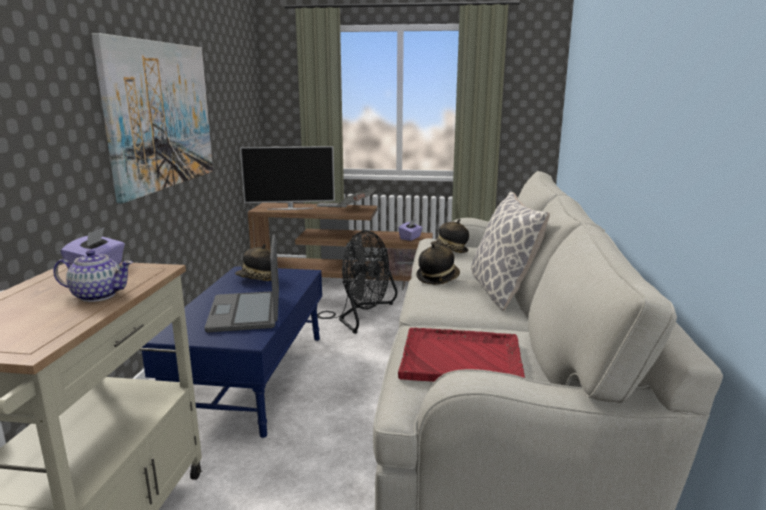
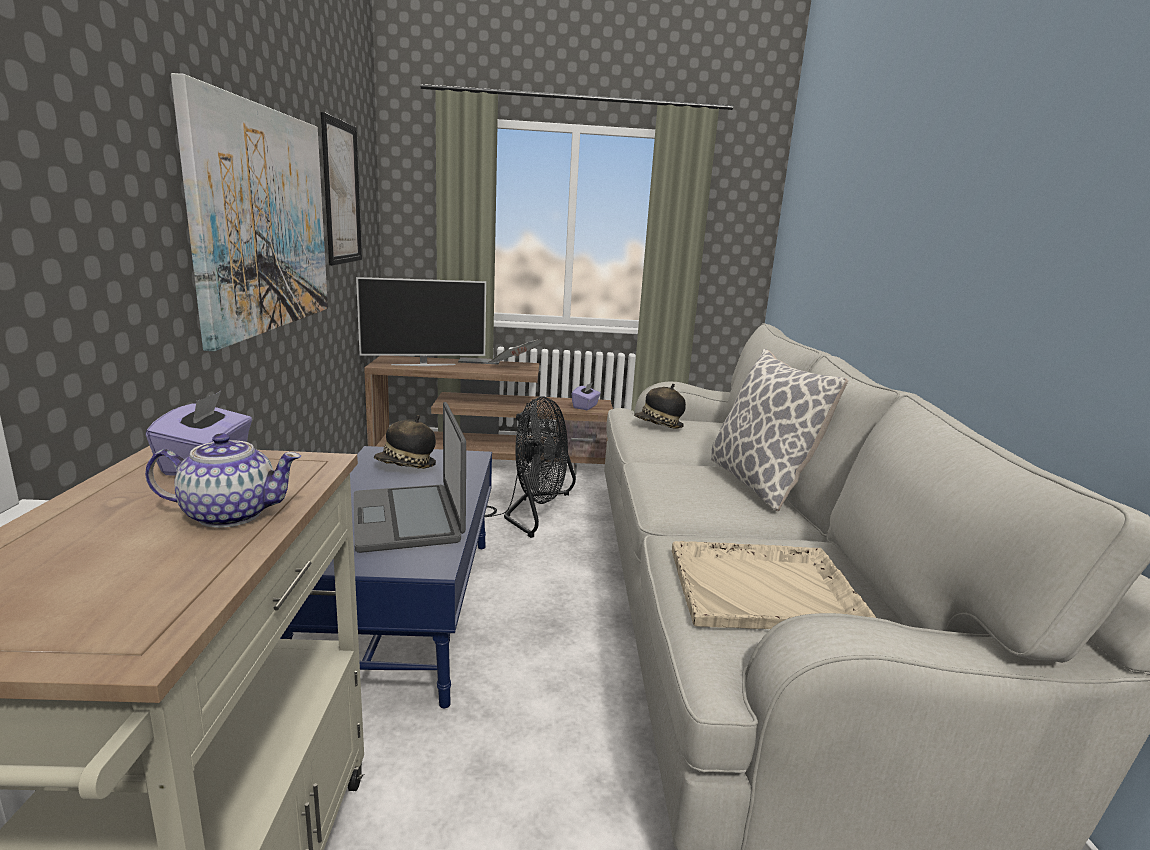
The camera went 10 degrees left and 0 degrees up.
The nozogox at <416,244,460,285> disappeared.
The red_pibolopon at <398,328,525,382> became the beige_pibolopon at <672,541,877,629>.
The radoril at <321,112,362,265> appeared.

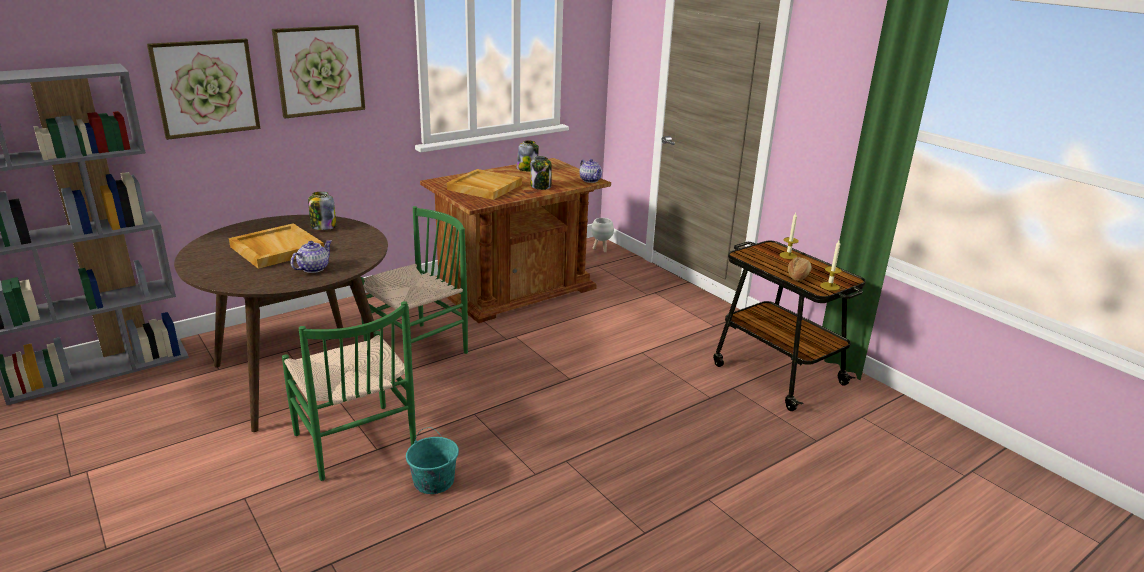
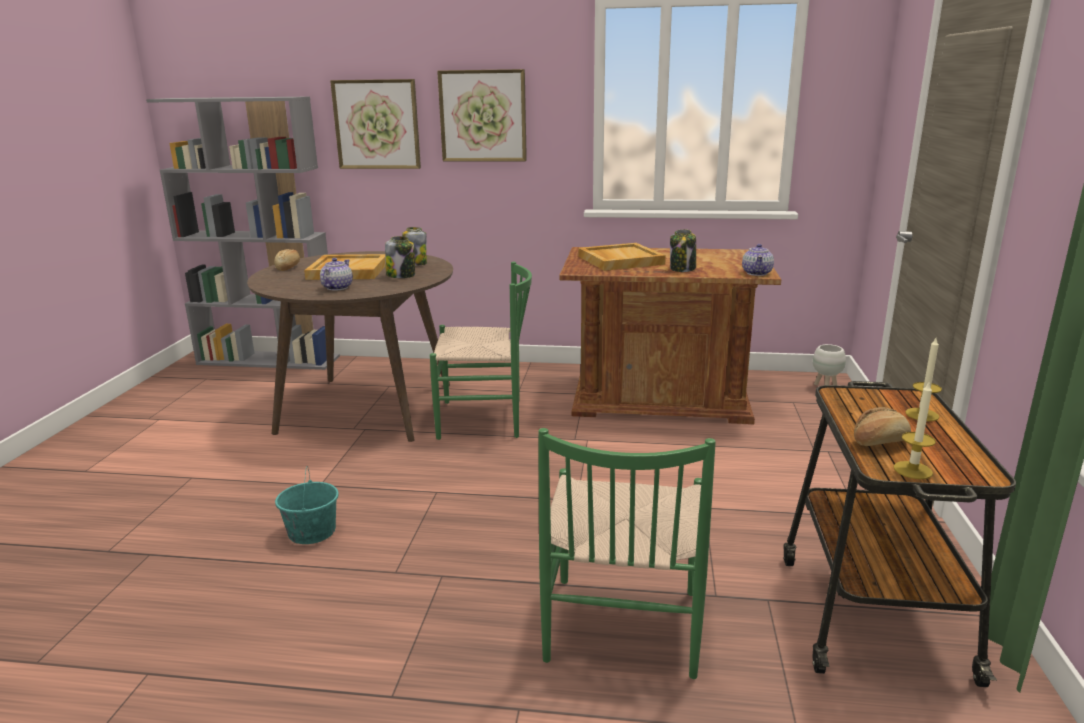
The camera went 45 degrees right and 5 degrees down.
The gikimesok moved from <516,140,539,171> to <385,236,415,278>.
The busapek at <291,240,332,273> turned 60 degrees counterclockwise.
The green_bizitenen moved from <282,301,416,481> to <539,428,716,679>.
The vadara at <274,249,300,271> appeared.

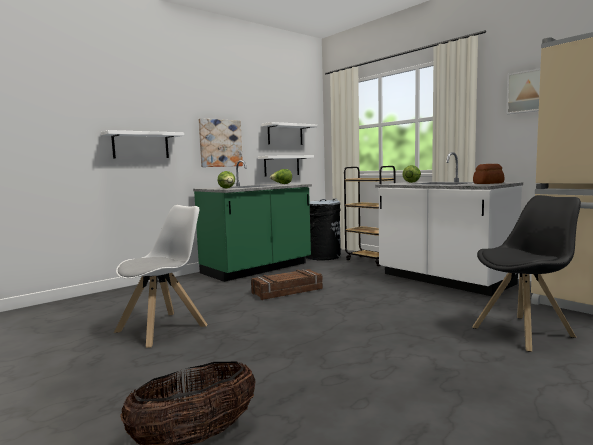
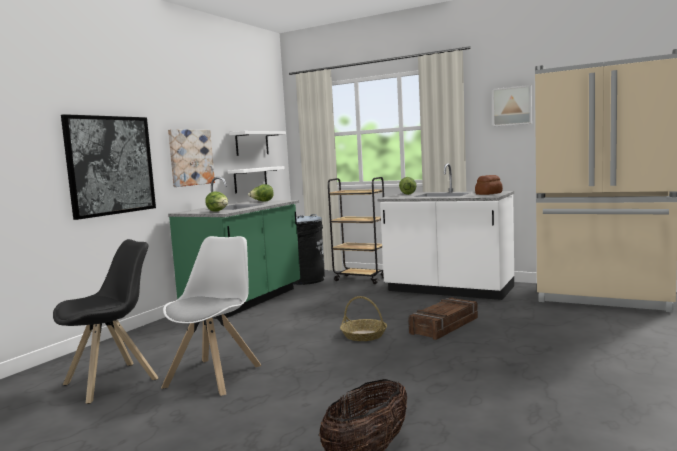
The camera went 20 degrees left and 0 degrees up.
The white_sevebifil at <101,130,184,159> was replaced by the radoril at <61,114,156,220>.
The black_bizitenen moved from <473,195,581,352> to <53,239,159,404>.
The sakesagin moved from <251,269,323,300> to <408,297,478,340>.
The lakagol at <340,296,387,341> appeared.

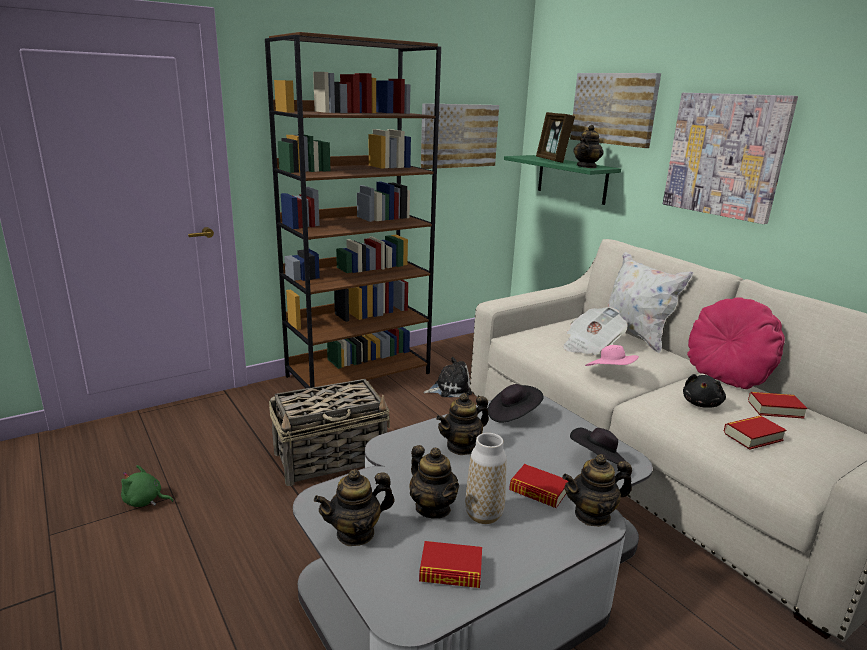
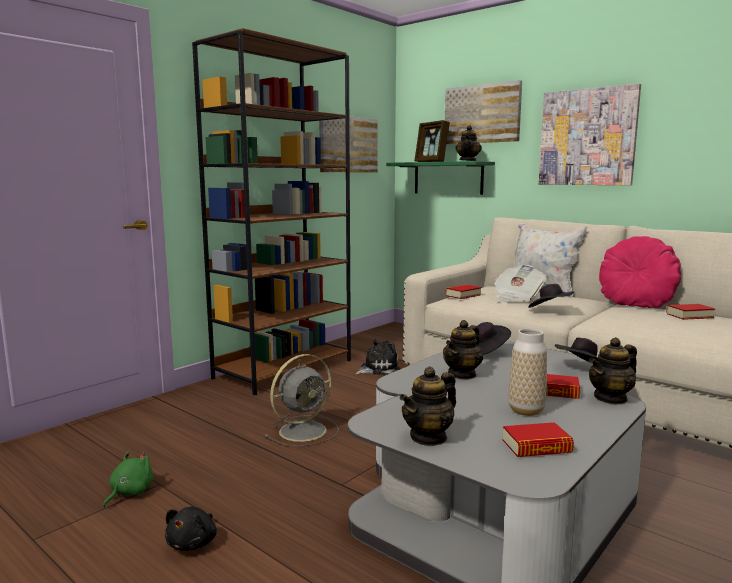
The camera went 15 degrees left and 10 degrees down.
The pink_nozogox at <585,345,639,366> became the black_nozogox at <528,284,574,308>.
The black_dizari moved from <683,374,726,408> to <165,507,217,551>.
The lakagol at <269,379,390,486> was replaced by the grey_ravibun at <264,354,339,446>.
The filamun moved from <724,415,786,450> to <446,285,482,299>.
The busapek at <409,445,459,519> disappeared.
The green_dizari at <121,465,174,507> turned 120 degrees clockwise.

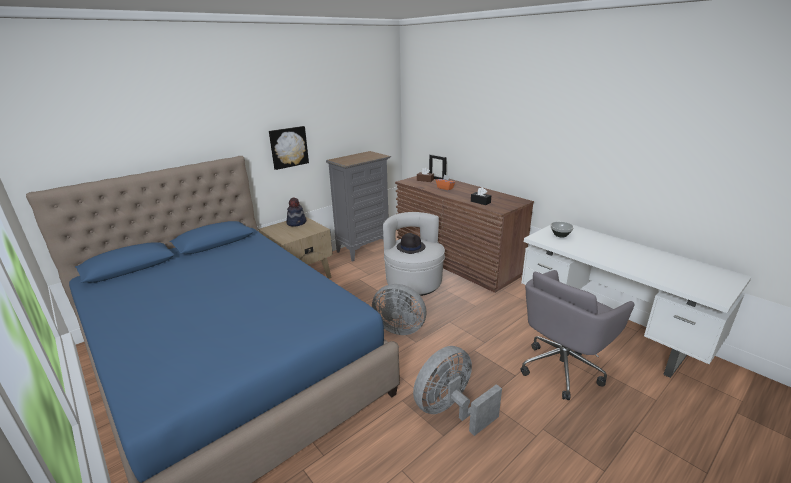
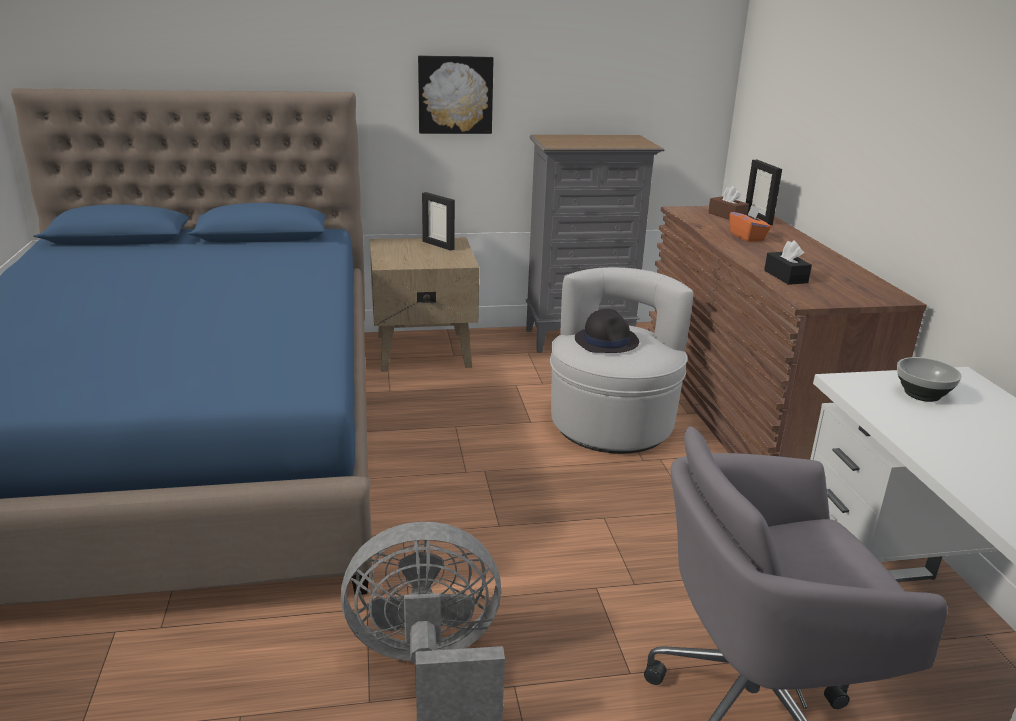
The camera went 30 degrees right and 0 degrees up.
The nozogox at <287,197,306,227> was replaced by the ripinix at <422,192,455,251>.
The grey_ravibun at <372,284,427,335> disappeared.

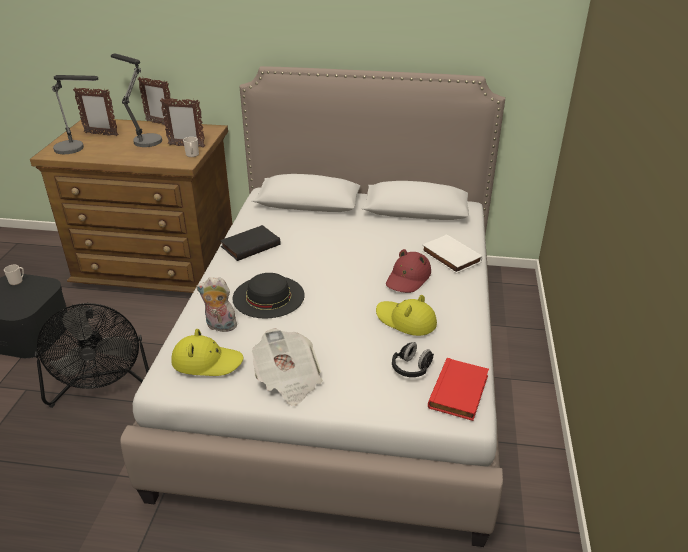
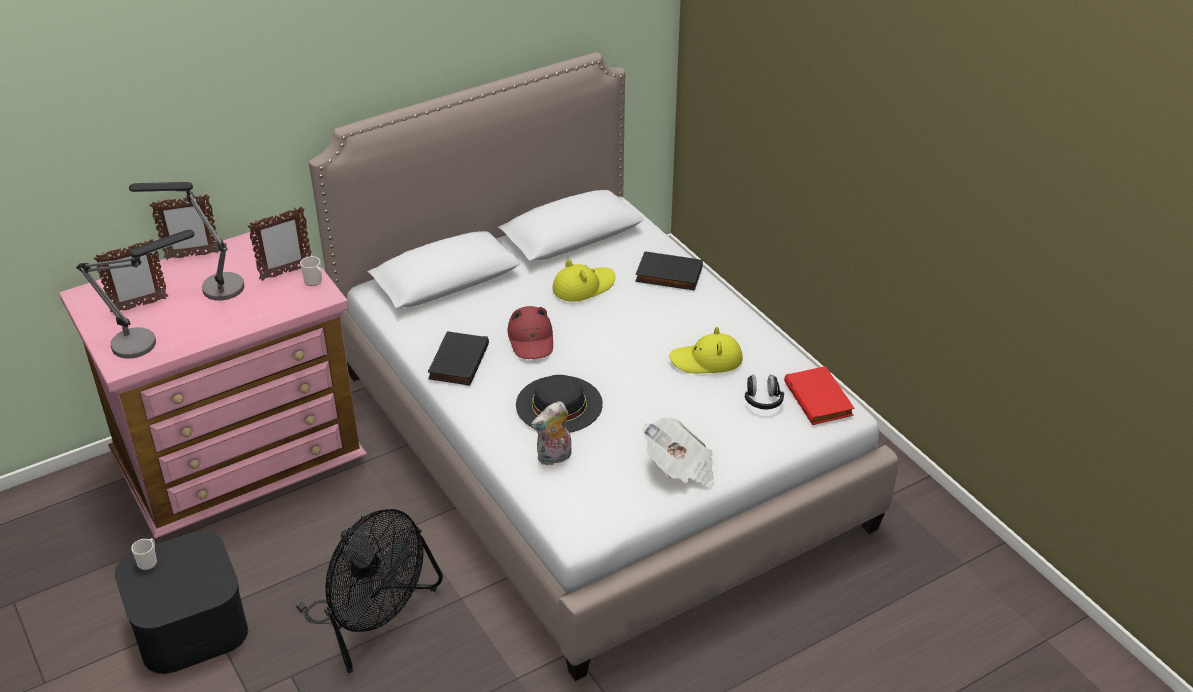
The camera went 40 degrees left and 5 degrees up.
The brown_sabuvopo at <30,119,232,293> became the pink_sabuvopo at <59,232,367,539>.
The white_filamun at <422,234,482,274> became the black_filamun at <635,251,703,291>.
The red_nozogox moved from <386,249,431,293> to <507,306,553,359>.
The yellow_nozogox moved from <171,329,244,376> to <552,260,615,302>.

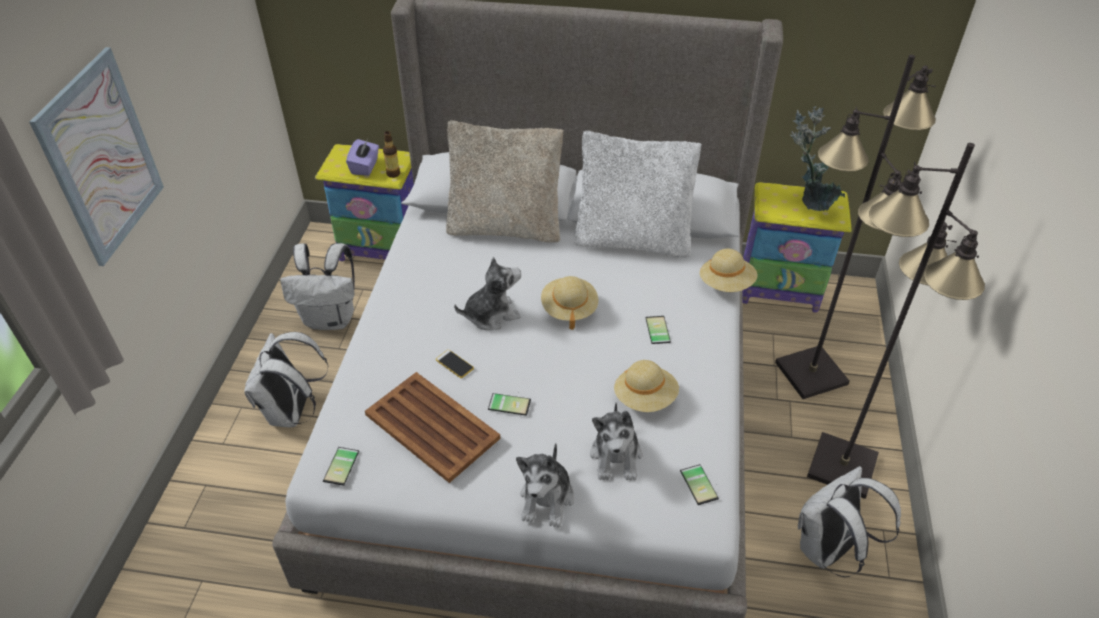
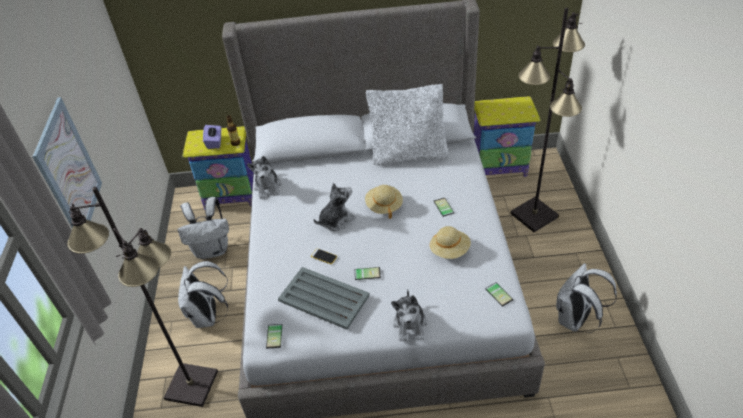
The camera went 10 degrees left and 0 degrees up.
The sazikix at <790,106,845,211> disappeared.
The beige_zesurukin at <446,120,564,243> disappeared.
The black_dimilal moved from <807,143,985,499> to <68,187,218,407>.
The beige_nozogox at <700,248,757,292> disappeared.
The brown_pibolopon at <365,372,501,483> became the grey_pibolopon at <278,267,370,330>.
The dizari moved from <590,402,642,481> to <247,156,282,199>.

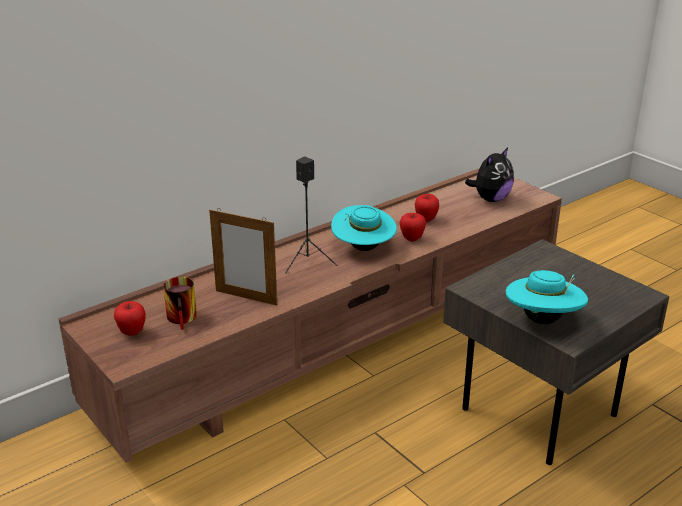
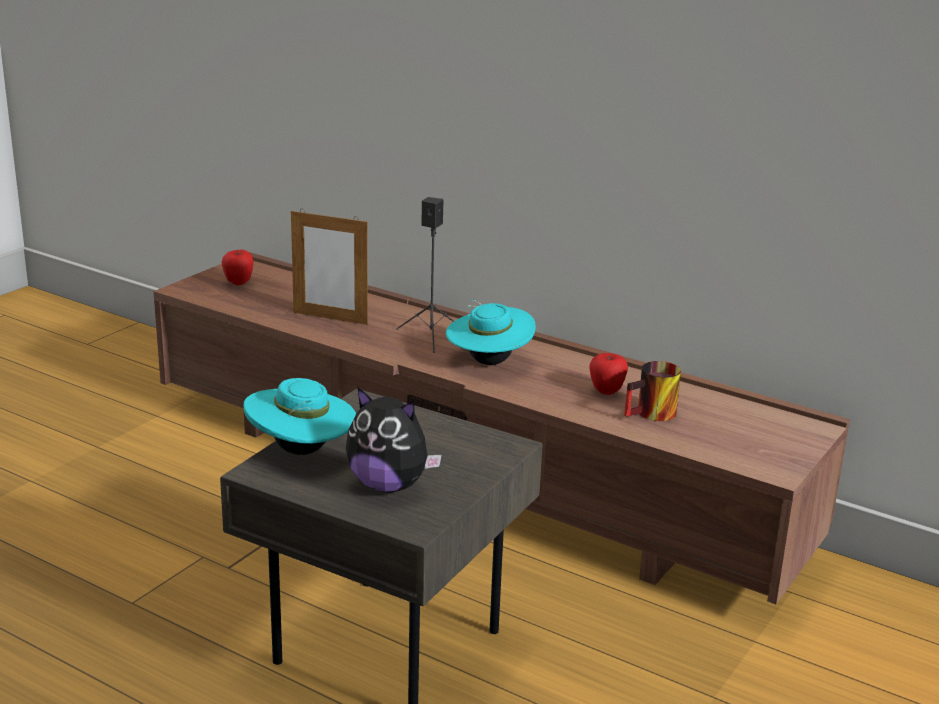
The camera went 70 degrees right and 5 degrees down.
The dizari moved from <465,147,514,202> to <346,387,442,493>.
The ripinix at <209,208,277,305> turned 75 degrees counterclockwise.
The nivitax at <400,213,426,241> disappeared.
The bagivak moved from <163,277,197,330> to <624,361,681,421>.

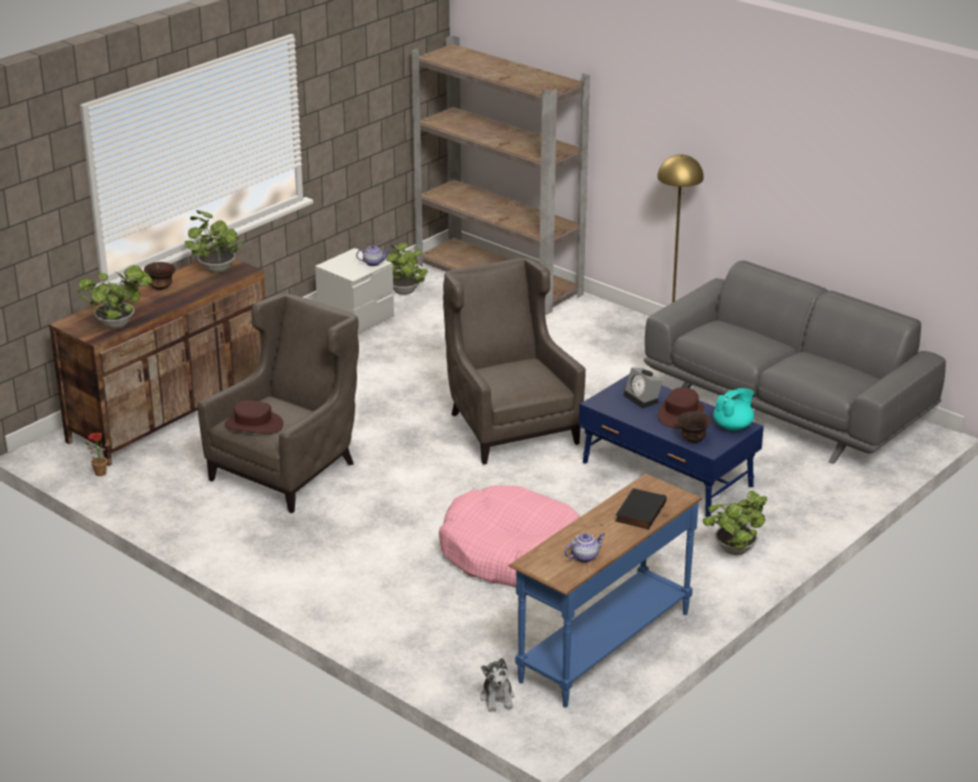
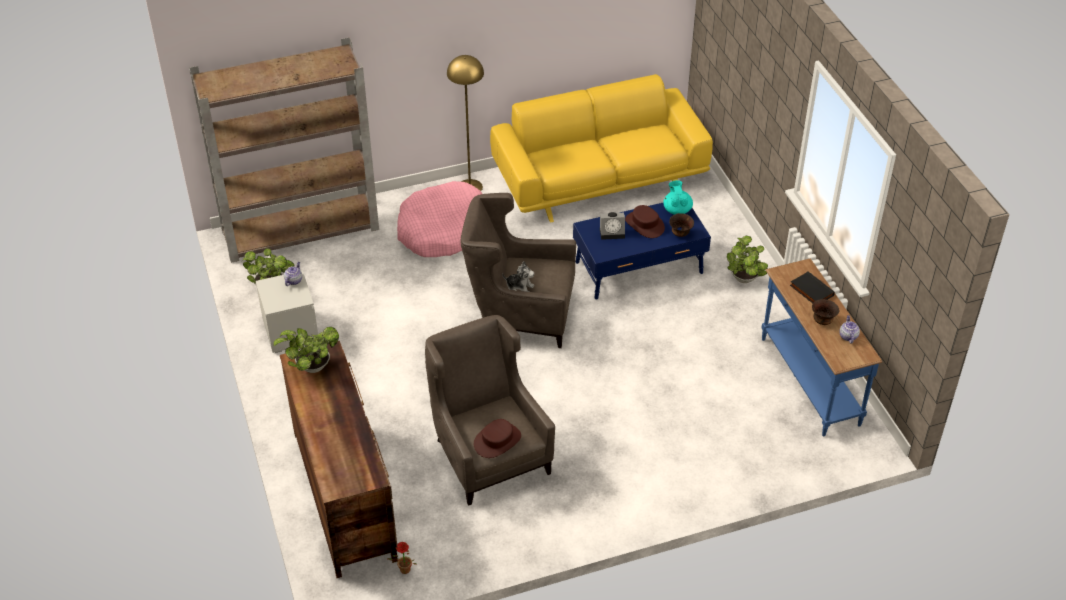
The camera went 60 degrees left and 15 degrees up.
The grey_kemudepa at <644,260,946,464> became the yellow_kemudepa at <490,74,713,223>.
The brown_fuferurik moved from <144,262,176,290> to <812,299,840,325>.
The sazikix at <78,265,153,329> disappeared.
The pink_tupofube moved from <439,485,580,587> to <397,181,482,257>.
The dizari moved from <481,658,515,711> to <502,261,534,292>.

